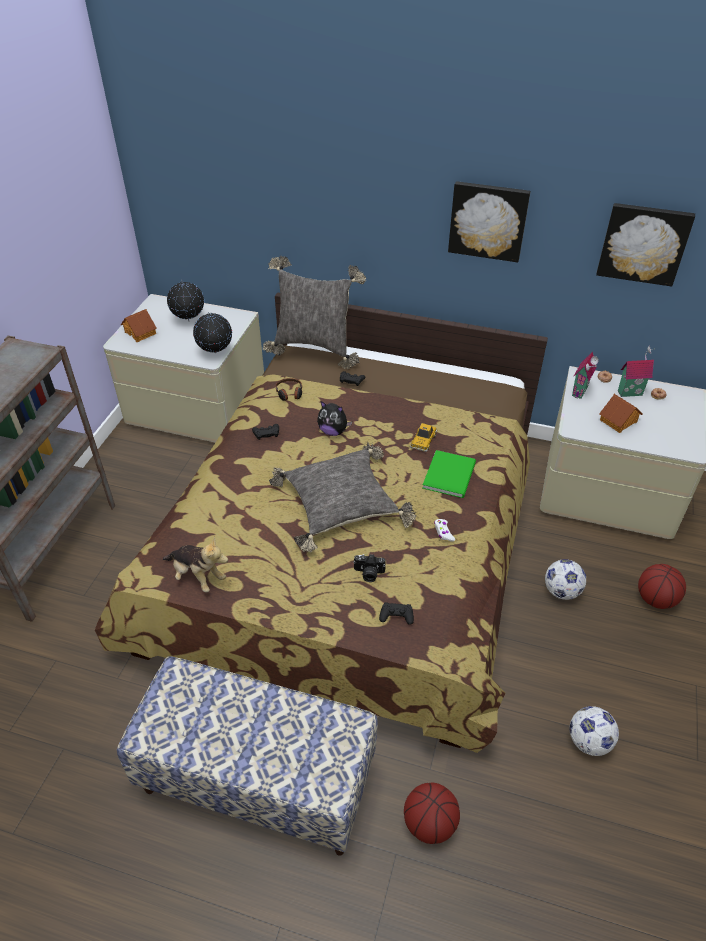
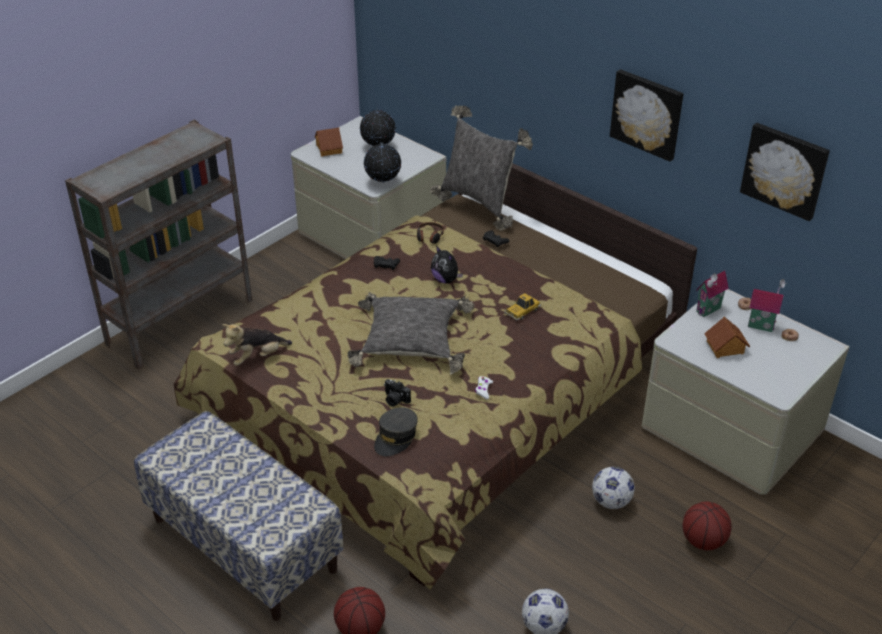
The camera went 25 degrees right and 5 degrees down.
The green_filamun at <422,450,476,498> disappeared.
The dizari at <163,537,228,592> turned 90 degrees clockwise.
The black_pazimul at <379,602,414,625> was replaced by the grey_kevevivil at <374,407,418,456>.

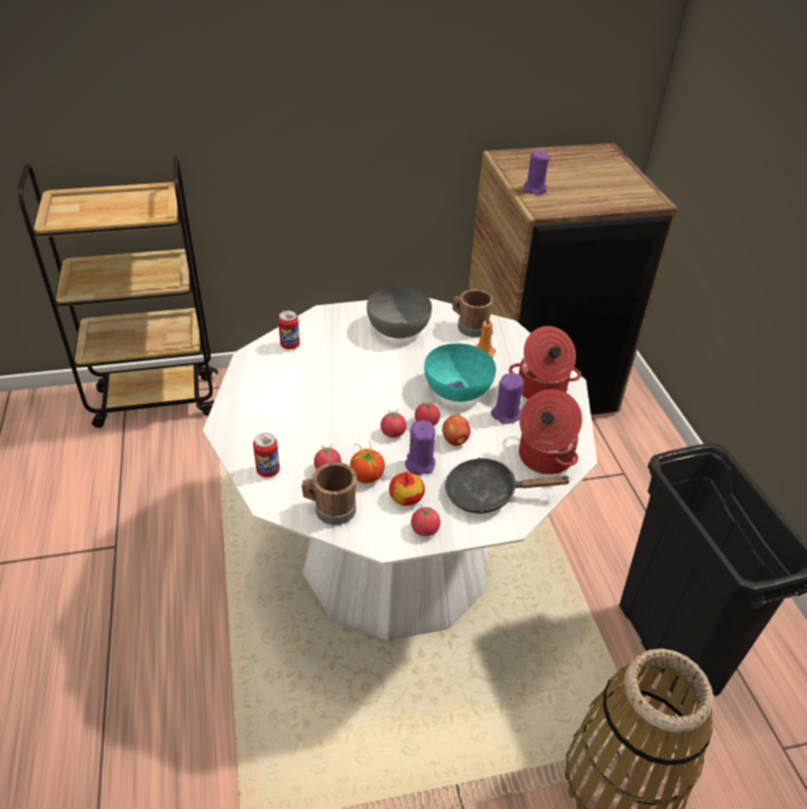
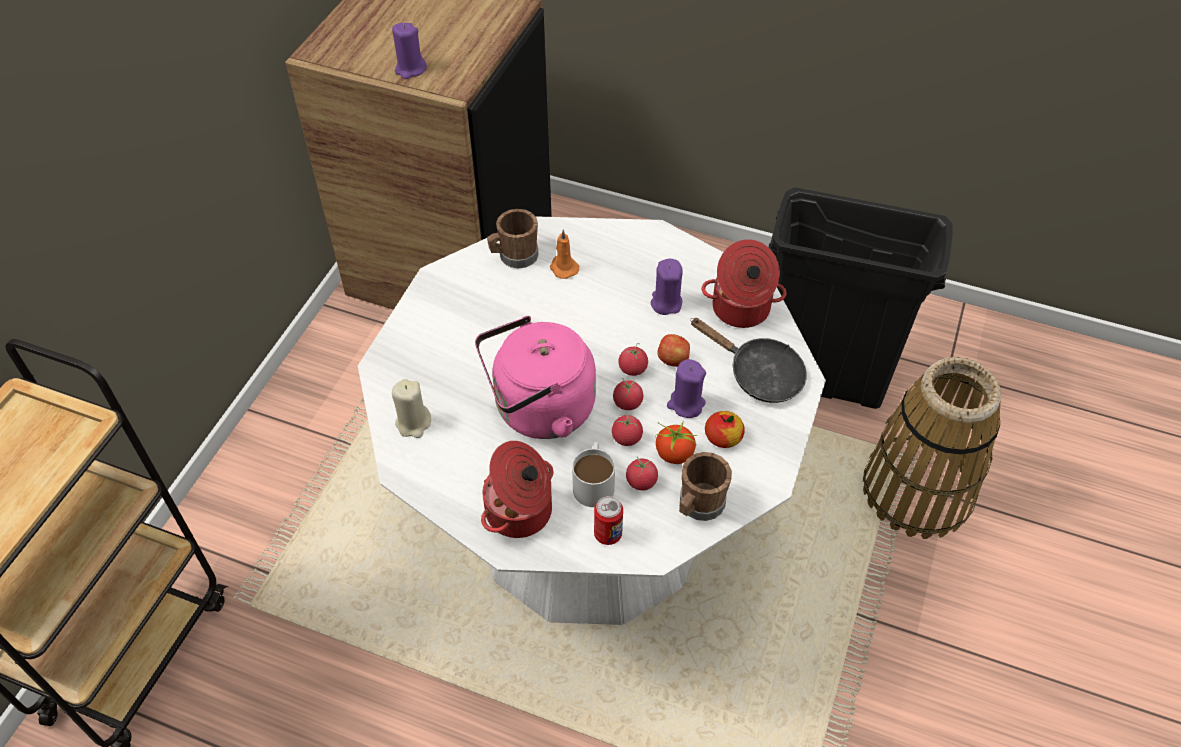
The camera went 55 degrees left and 10 degrees up.
The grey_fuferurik at <367,286,432,339> disappeared.
The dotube at <278,311,300,349> was replaced by the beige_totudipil at <392,379,431,438>.
The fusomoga moved from <509,326,581,399> to <481,441,554,538>.
The turquoise_fuferurik at <424,344,496,402> disappeared.
The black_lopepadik at <445,457,571,514> turned 90 degrees counterclockwise.
The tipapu moved from <411,505,440,536> to <612,414,643,446>.
The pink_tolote at <475,316,596,439> appeared.
The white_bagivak at <572,442,615,507> appeared.

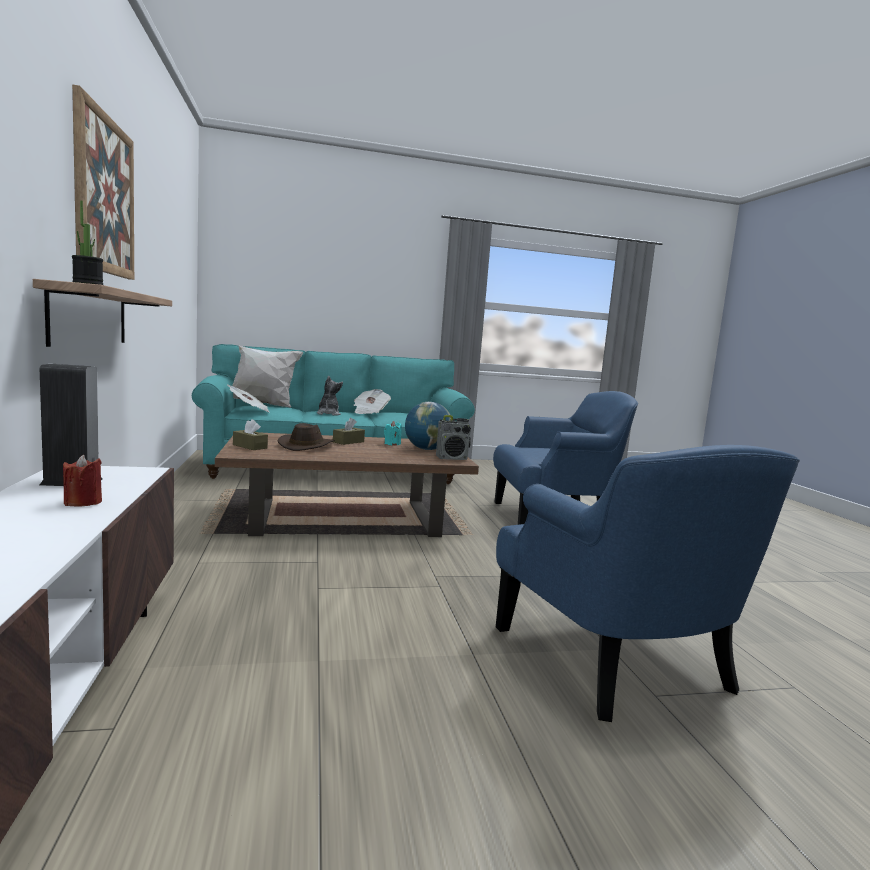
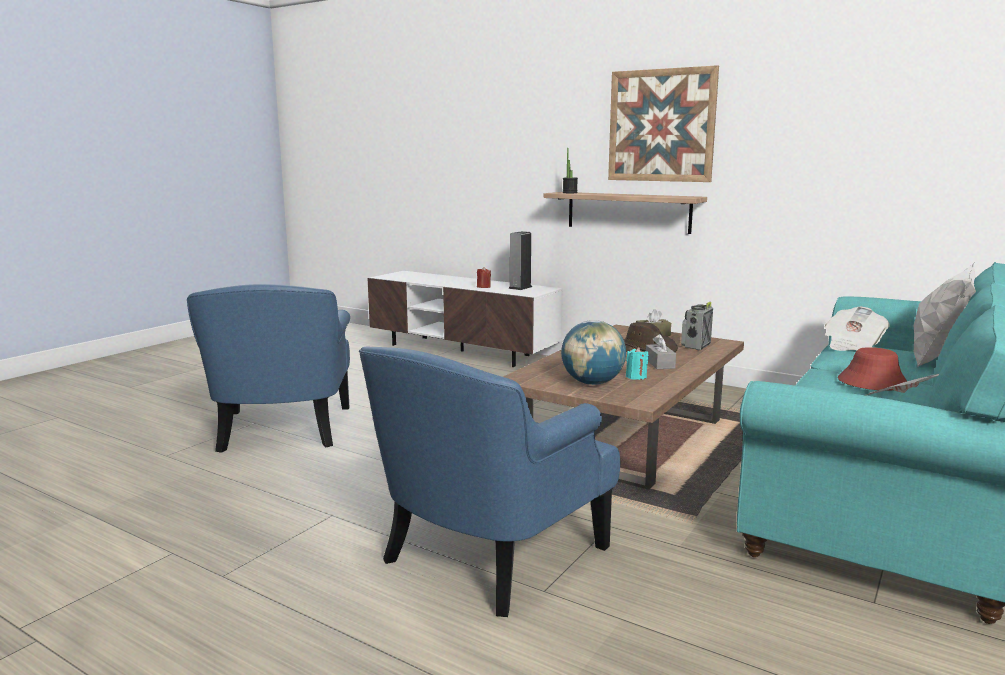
The camera went 135 degrees right and 5 degrees up.
The dizari at <316,376,343,416> was replaced by the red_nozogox at <838,347,907,391>.
The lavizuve moved from <436,415,471,460> to <681,302,713,350>.
The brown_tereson at <333,418,365,445> became the grey_tereson at <646,334,676,369>.
The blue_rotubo at <496,445,800,722> turned 120 degrees counterclockwise.

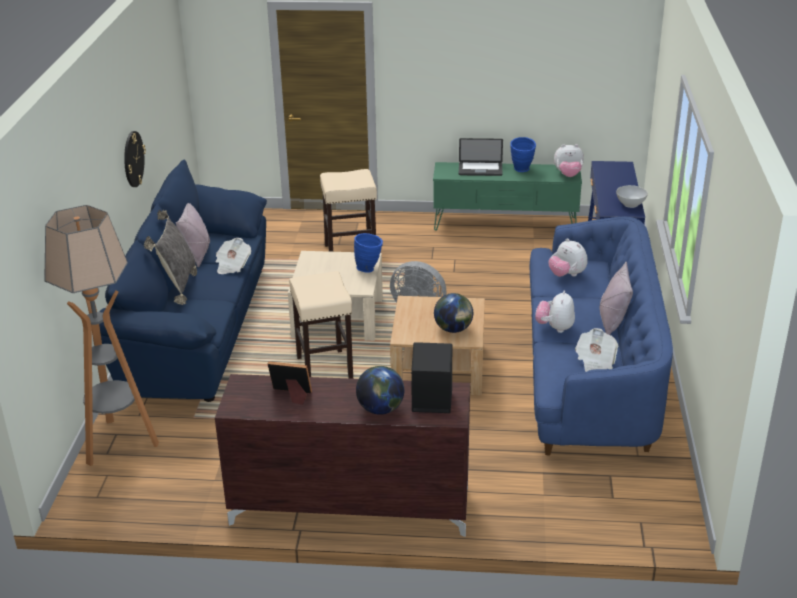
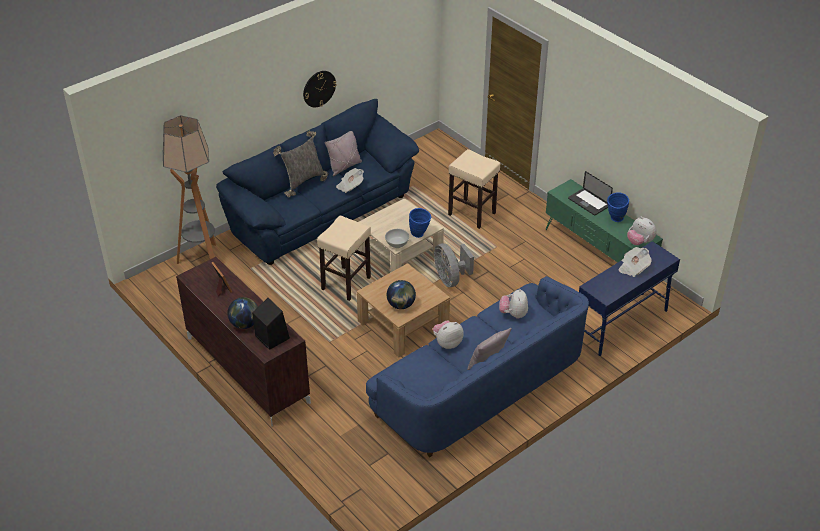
The camera went 45 degrees right and 10 degrees up.
The white_fuferurik moved from <616,185,648,208> to <385,229,409,248>.
The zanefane moved from <575,328,618,372> to <619,247,652,277>.

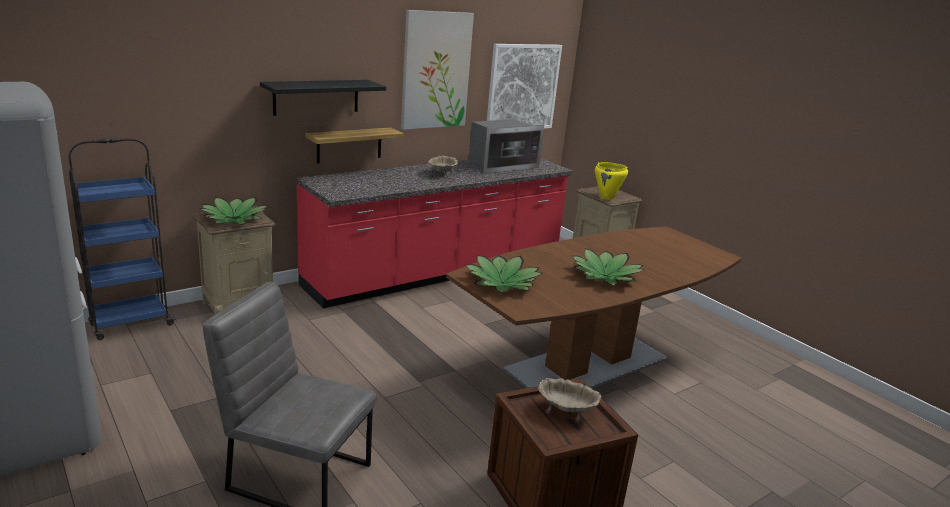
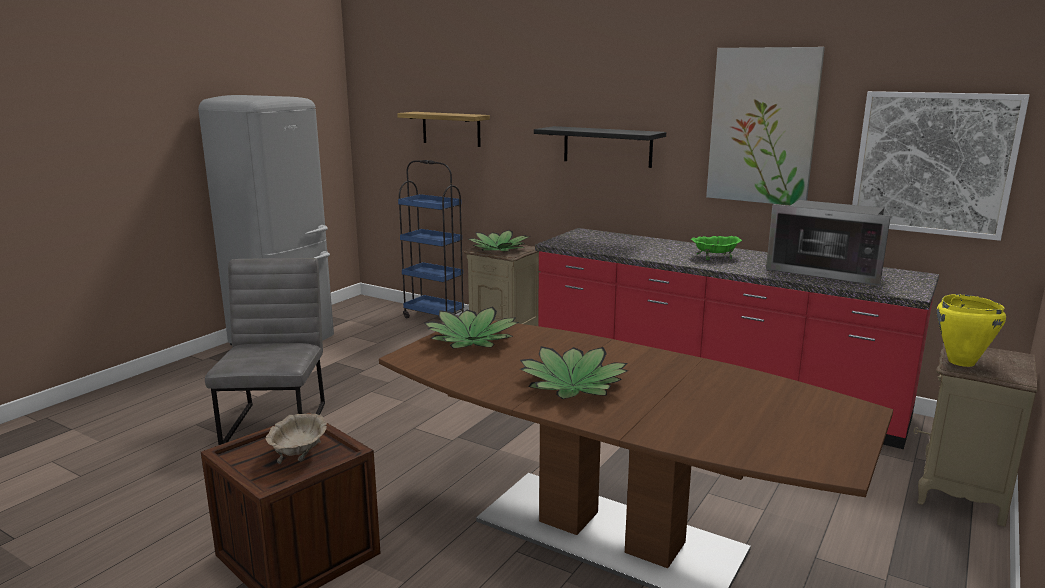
The camera went 70 degrees right and 5 degrees down.
The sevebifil moved from <306,128,404,164> to <397,112,490,147>.
The beige_fuferurik at <428,155,458,177> became the green_fuferurik at <691,236,742,260>.

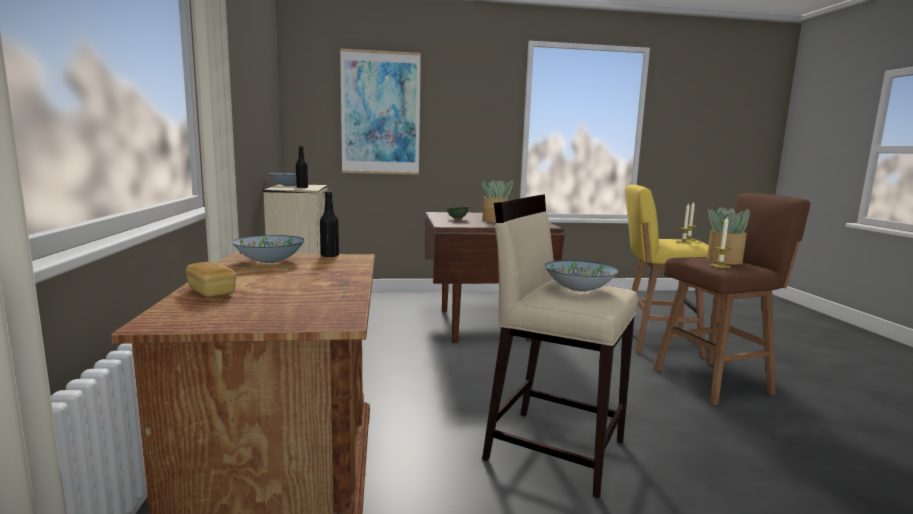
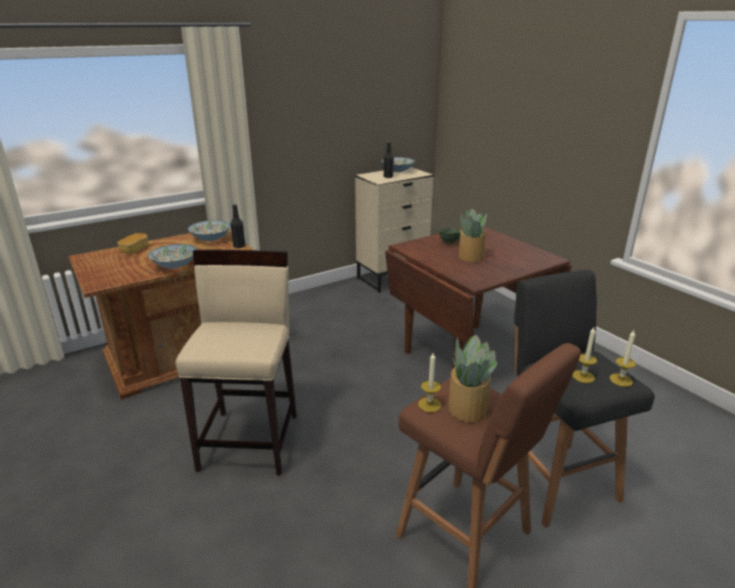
The camera went 65 degrees right and 15 degrees up.
The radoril at <340,48,421,175> disappeared.
The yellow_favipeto at <625,184,709,358> became the black_favipeto at <514,270,655,527>.
The fuferurik moved from <545,260,618,292> to <148,244,197,269>.

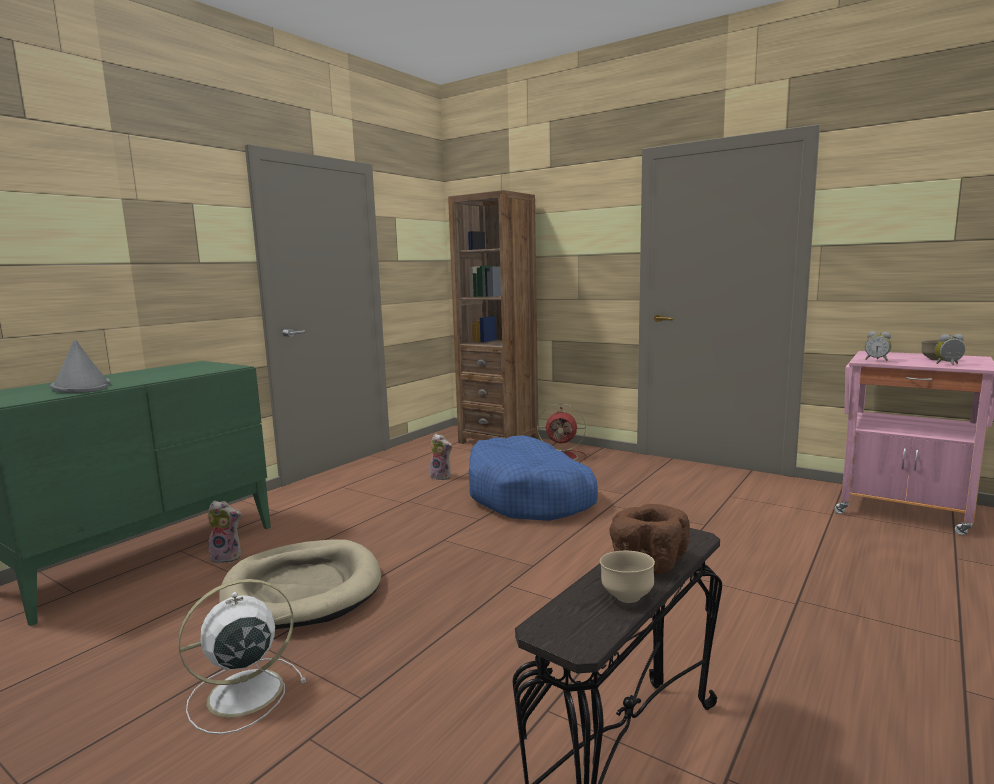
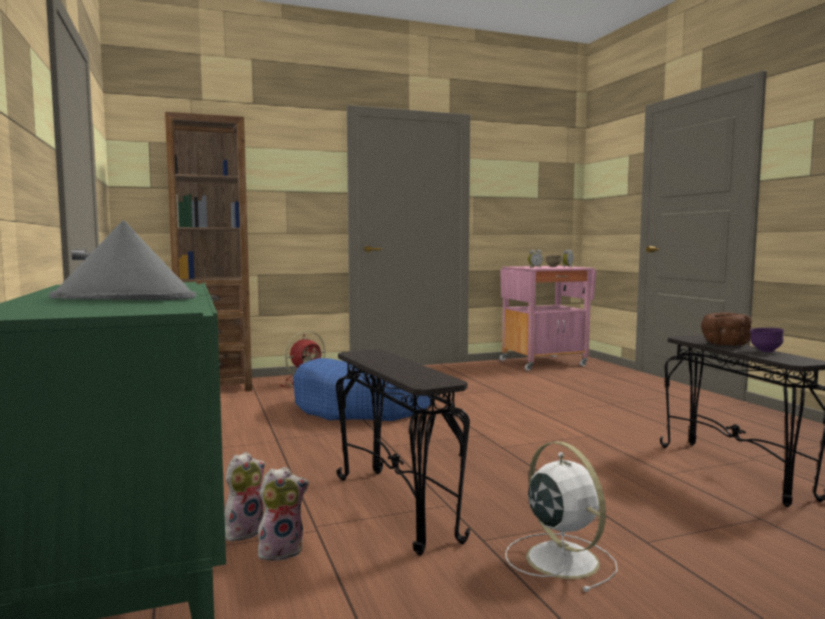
The camera went 55 degrees left and 5 degrees down.
The dizari moved from <430,434,452,480> to <258,467,309,563>.
The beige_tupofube at <219,539,381,629> was replaced by the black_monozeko at <336,349,470,556>.
The beige_fuferurik at <600,551,655,603> became the purple_fuferurik at <750,328,784,352>.
The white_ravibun at <178,579,306,734> turned 150 degrees clockwise.

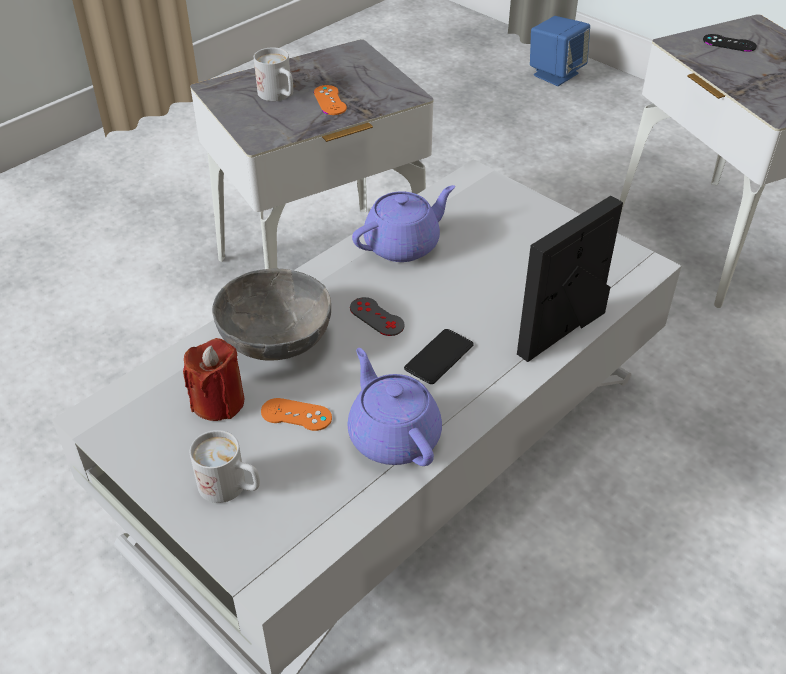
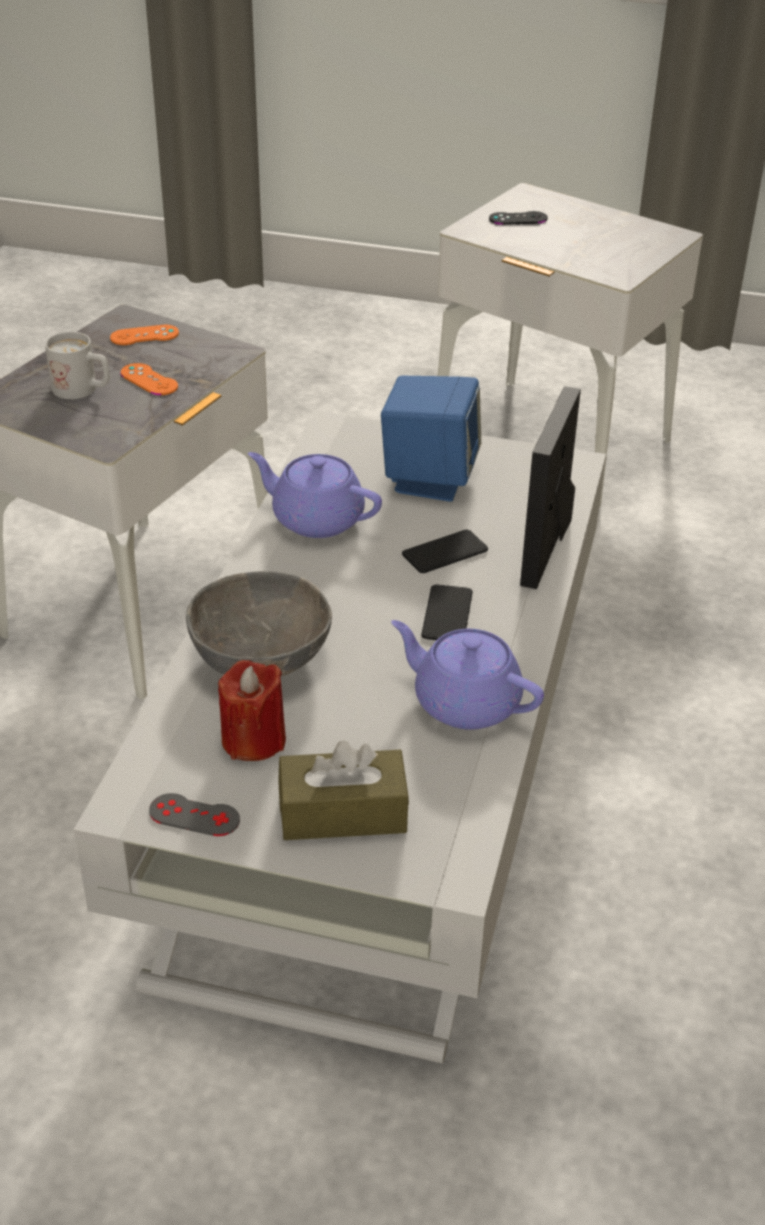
The camera went 30 degrees left and 5 degrees down.
The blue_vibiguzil moved from <530,16,590,86> to <381,376,481,502>.
The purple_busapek at <352,185,455,262> turned 90 degrees counterclockwise.
The grey_pazimul moved from <350,297,405,336> to <149,793,240,836>.
The orange_pazimul moved from <261,398,332,431> to <110,325,179,345>.
The white_bagivak at <190,430,260,503> was replaced by the brown_tereson at <278,740,409,840>.
The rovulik at <402,530,488,573> appeared.

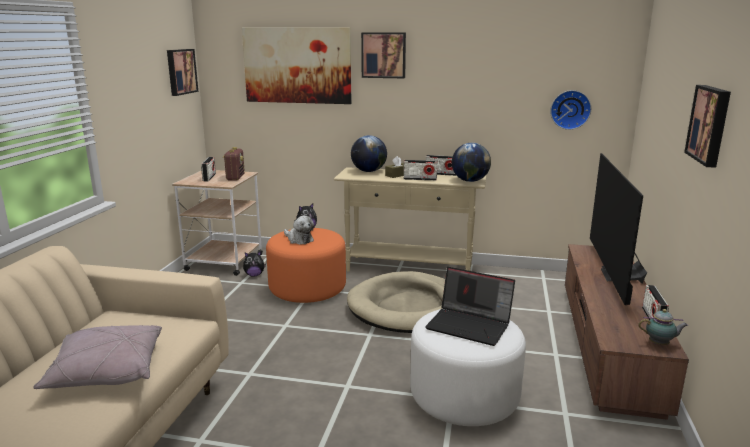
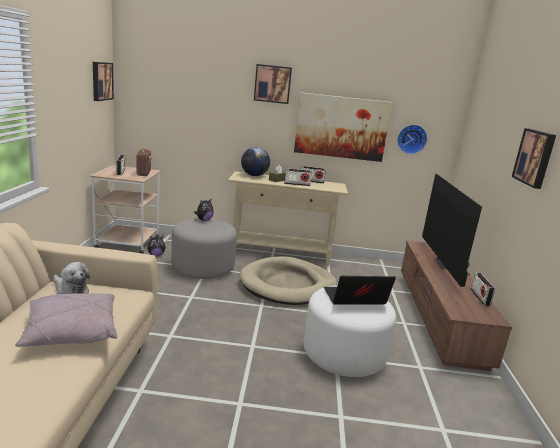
The camera went 10 degrees left and 0 degrees up.
The radoril moved from <242,27,352,104> to <294,92,392,162>.
The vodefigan at <452,143,491,182> disappeared.
The dizari moved from <284,216,314,245> to <53,262,90,294>.
The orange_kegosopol at <266,228,346,303> became the grey_kegosopol at <171,218,237,279>.
The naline at <425,267,515,346> turned 150 degrees clockwise.
The busapek at <638,309,688,345> disappeared.

